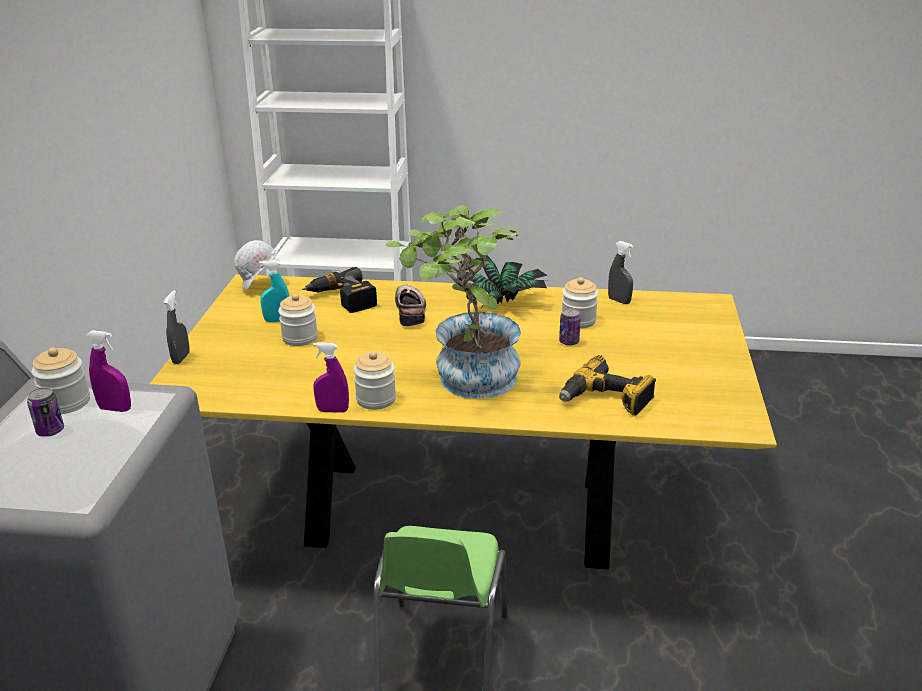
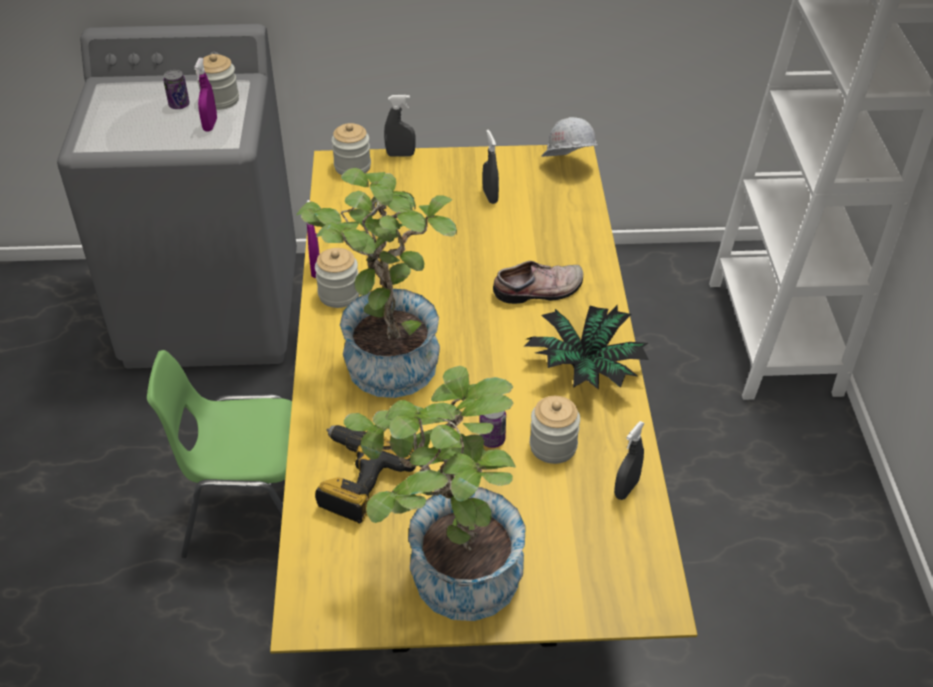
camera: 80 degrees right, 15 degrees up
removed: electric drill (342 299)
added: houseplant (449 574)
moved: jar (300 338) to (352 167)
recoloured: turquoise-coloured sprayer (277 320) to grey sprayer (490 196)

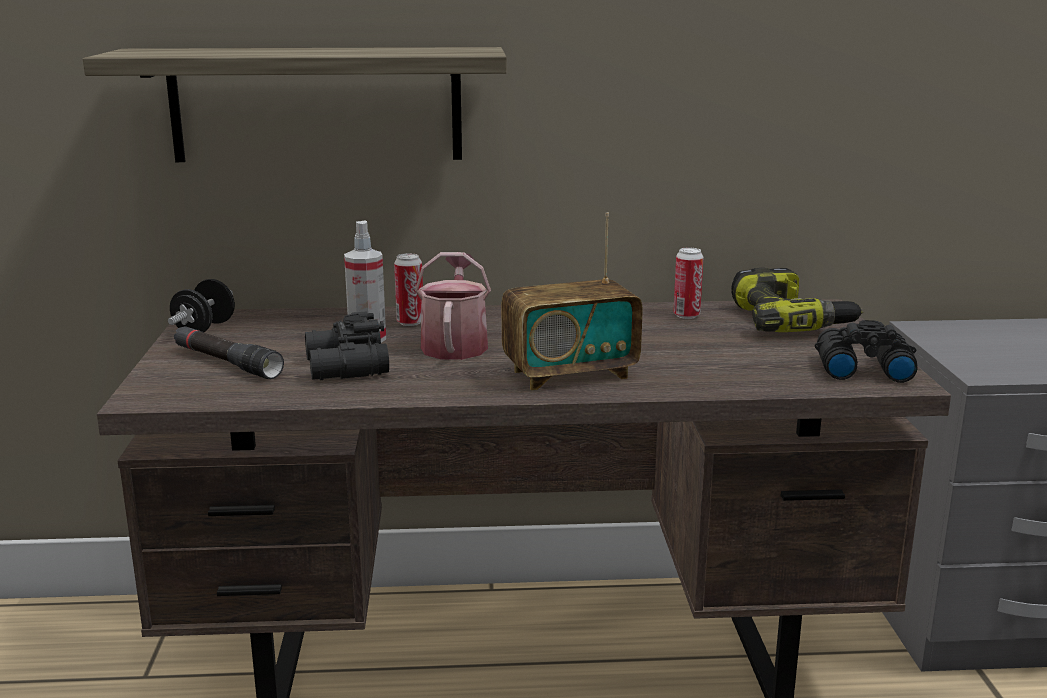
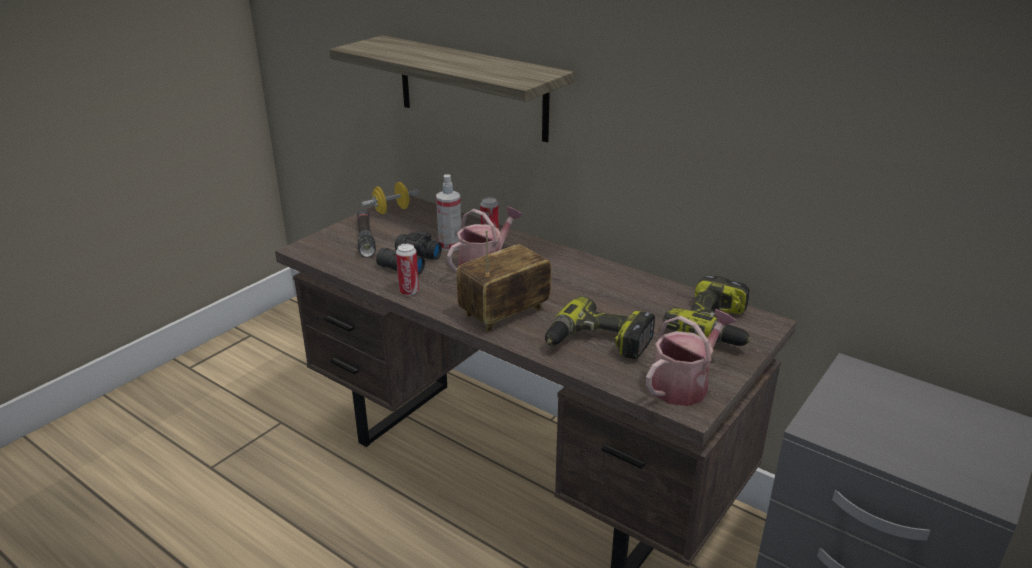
camera: 40 degrees right, 10 degrees up
added: electric drill (597 343)
moved: metal can (686 315) to (409 292)
replaced: blackish pair of binoculars (861 368) to watering pot (684 384)
recoloured: blackish dumbbell (204 329) to yellow-coloured dumbbell (391 210)
turned: radio (570 374) = (504 313) 120 degrees clockwise

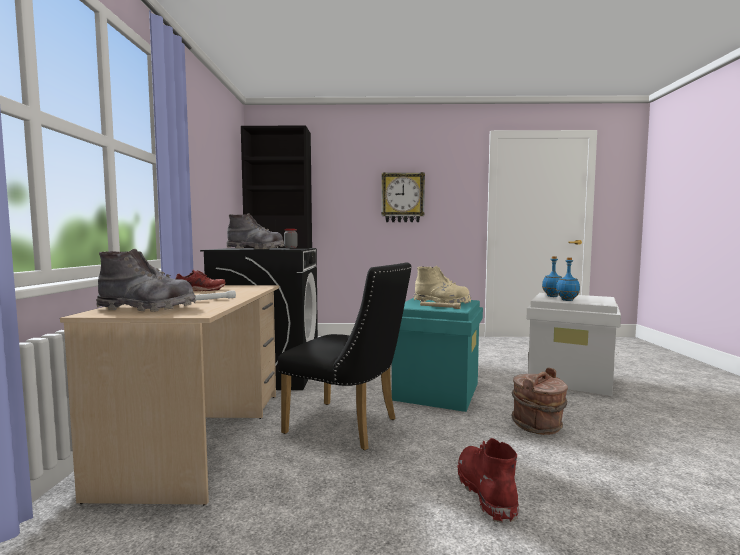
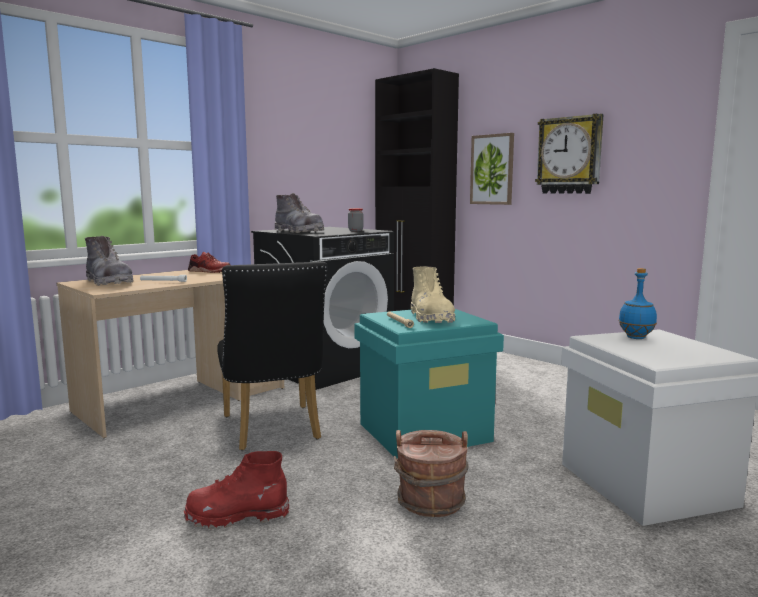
camera: 45 degrees right, 5 degrees up
removed: bluish drink bottle (567 300)
added: wall art (492 169)
turned: red high-top boot (486 492) = (237 516) 135 degrees counterclockwise

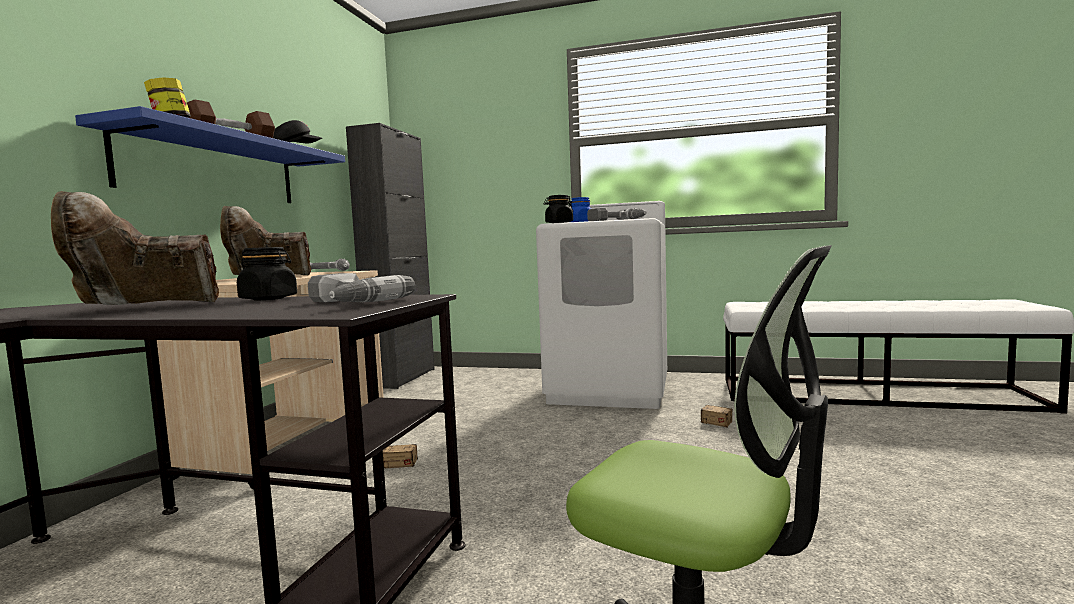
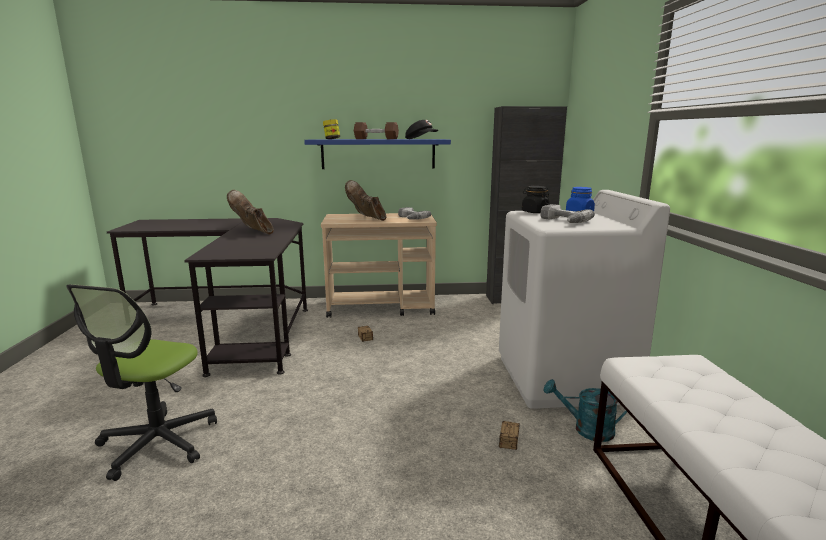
camera: 70 degrees right, 10 degrees up
removed: blackish jar (269 299); electric drill (347 303)
added: turquoise-coloured watering pot (586 429)

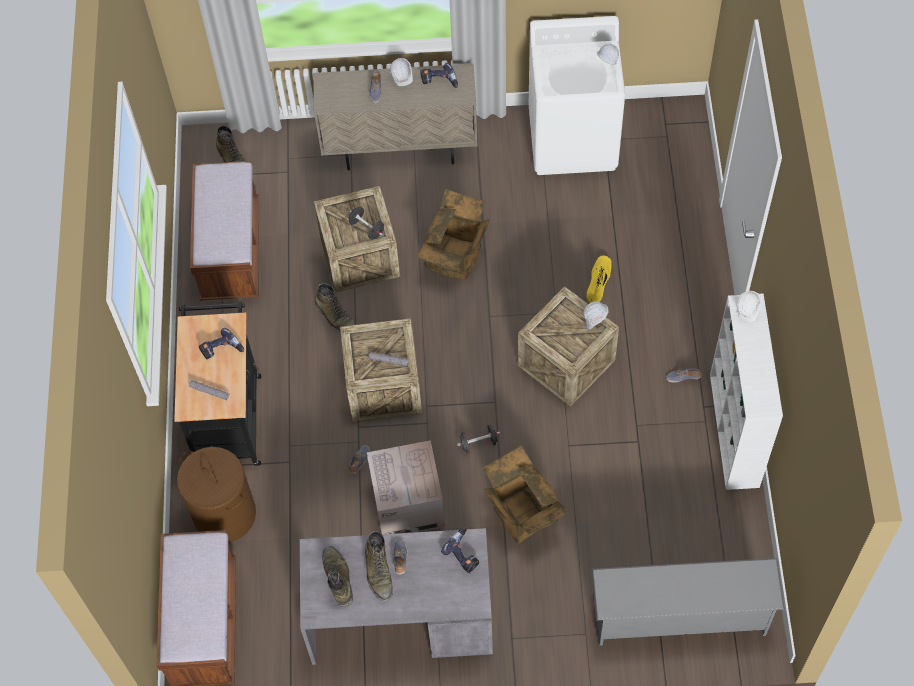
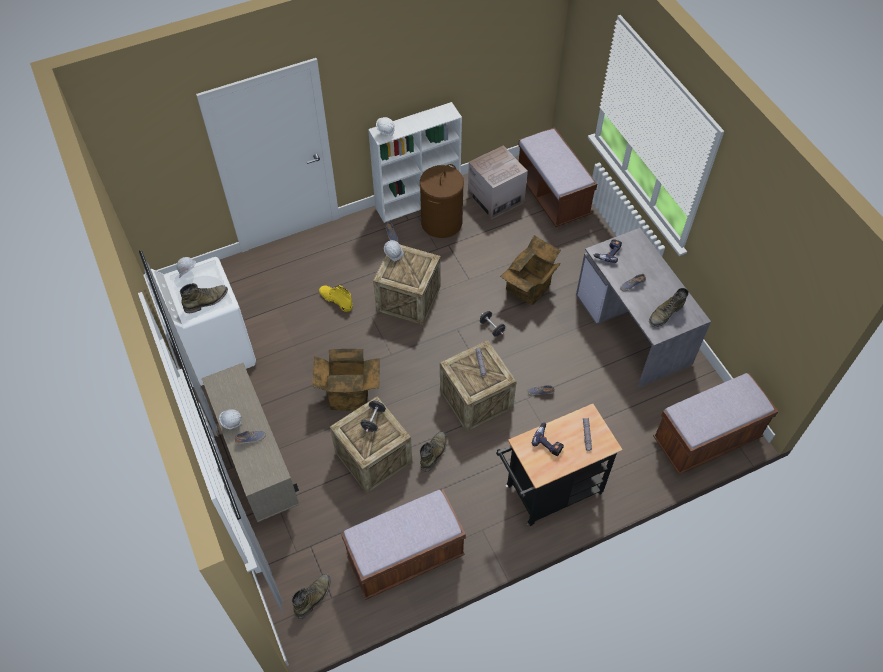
camera: 115 degrees left, 5 degrees down
removed: electric drill (439 81)
moved: brownish hamper (224 514) to (441 222); green high-top boot (378 572) to (206 301); packing box (408 504) to (495 198)
replaced: grey shoe shelf (679 618) to brownish bench (552 195)
turned: yellow-coloured high-top boot (599 281) = (335 299) 45 degrees clockwise

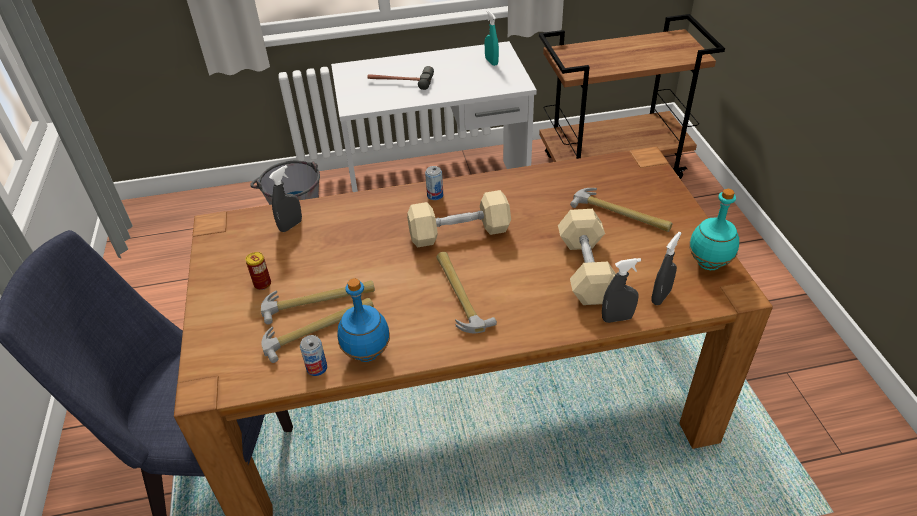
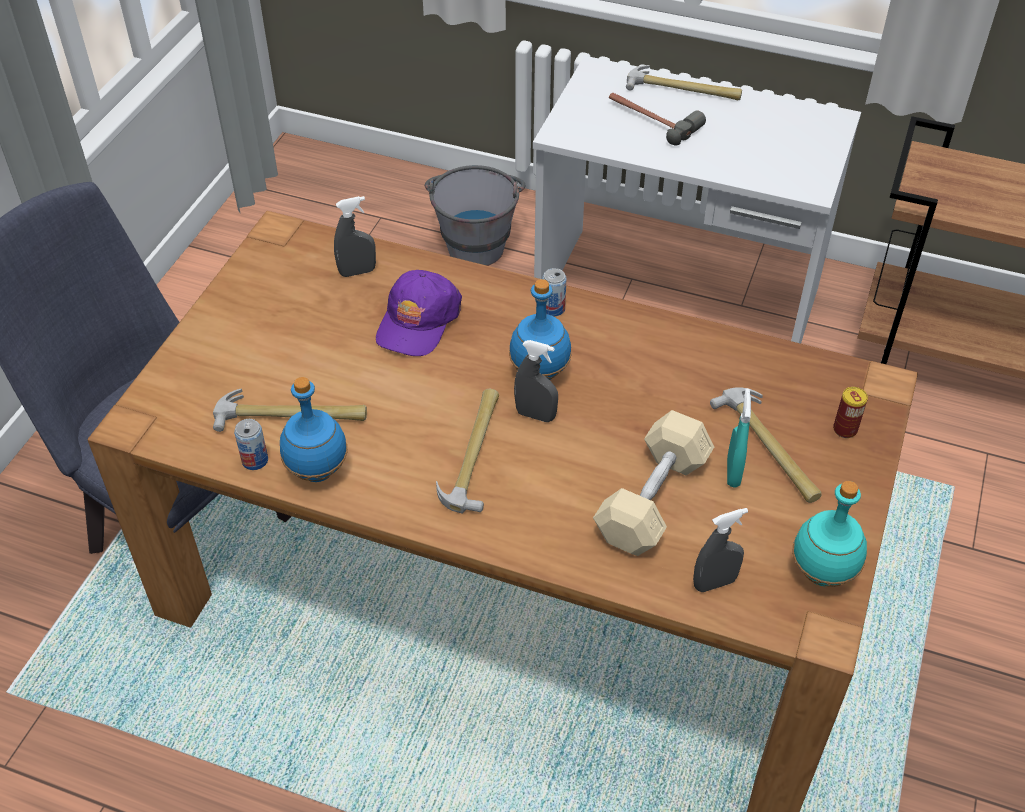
camera: 30 degrees right, 5 degrees up
added: purple baseball cap (418 321)
moved: metal can (262 284) to (845 429); tool hammer (319 301) to (683 90); turquoise-coloured sprayer (491 62) to (733 473); grey sprayer (617 318) to (535 415)
replaced: sand-coloured dumbbell (459 232) to bluish drink bottle (540 373)

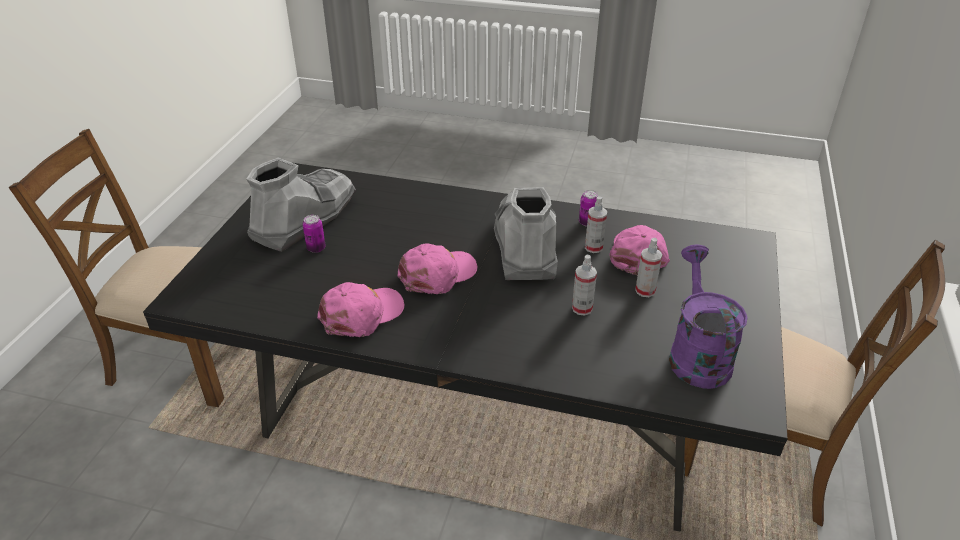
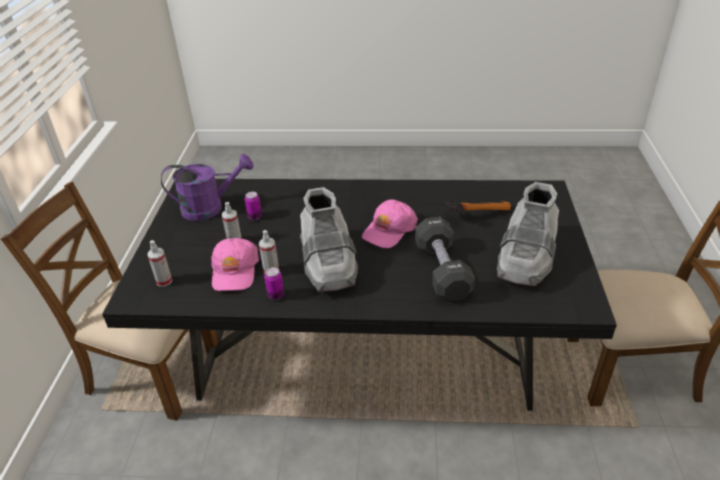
camera: 170 degrees right, 0 degrees up
removed: pink-coloured baseball cap (362 314)
added: blackish dumbbell (442 271); tool hammer (475 214)
moved: metal can (316 248) to (255 217); sprayer (582 308) to (164 281)
turned: purple watering pot (696 354) = (210 207) 90 degrees counterclockwise

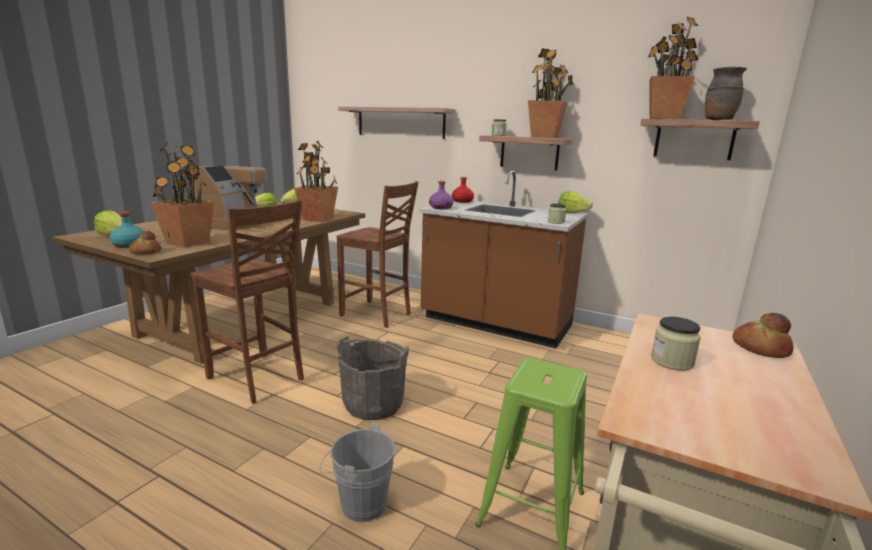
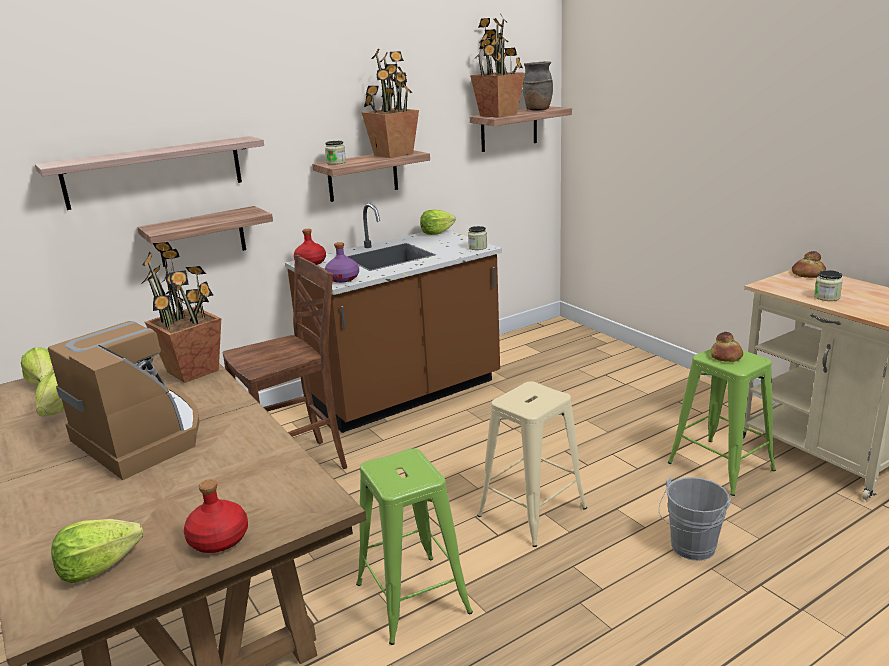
camera: 60 degrees left, 5 degrees up
removed: houseplant (188 242)
added: bracket shelf (201 237)
moved: bakery bread (145 252) to (726 356)
replaced: brownish chair (257 379) to green stool (412 597); grey bucket (373 403) to sand-coloured stool (531 512)
recoloured: turquoise-coloured drink bottle (129 245) to red drink bottle (218 539)

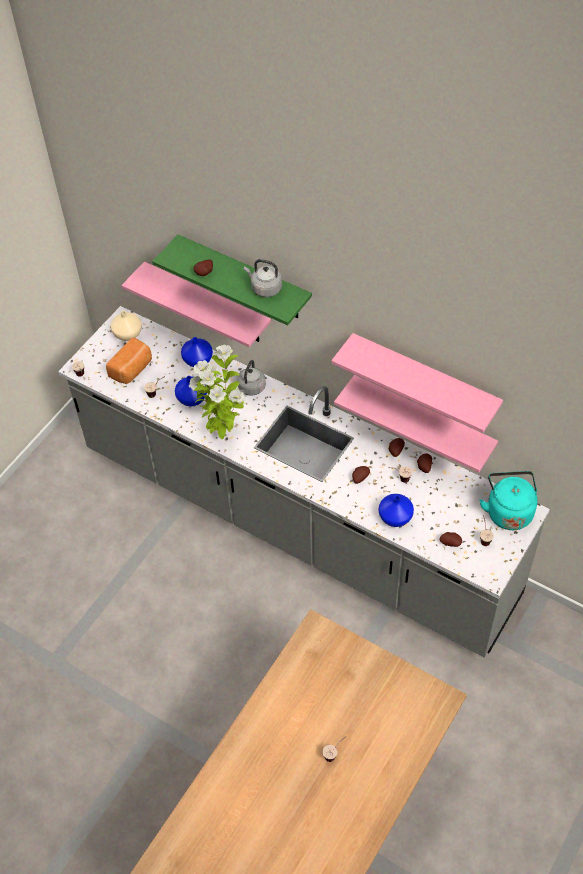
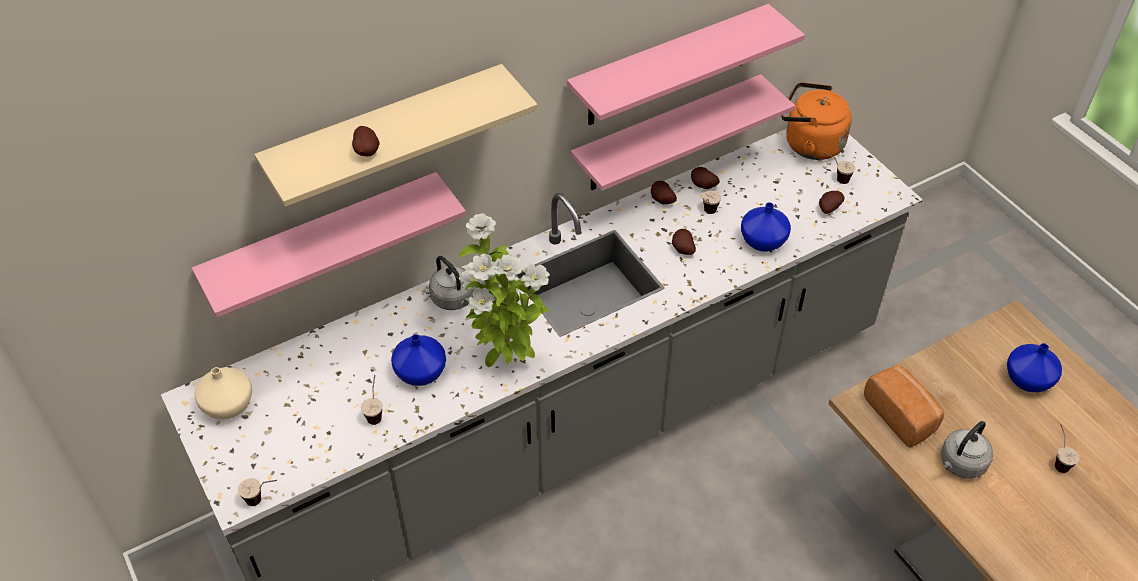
camera: 65 degrees left, 5 degrees down
moved: bakery bread (132 369) to (902 415); bluish flower vase (197 360) to (1027 380); grey kettle (265 288) to (960 464)
recoloured: green bracket shelf (244 278) to sand-coloured bracket shelf (387 135); turquoise-coloured kettle (508 511) to orange kettle (809 144)

